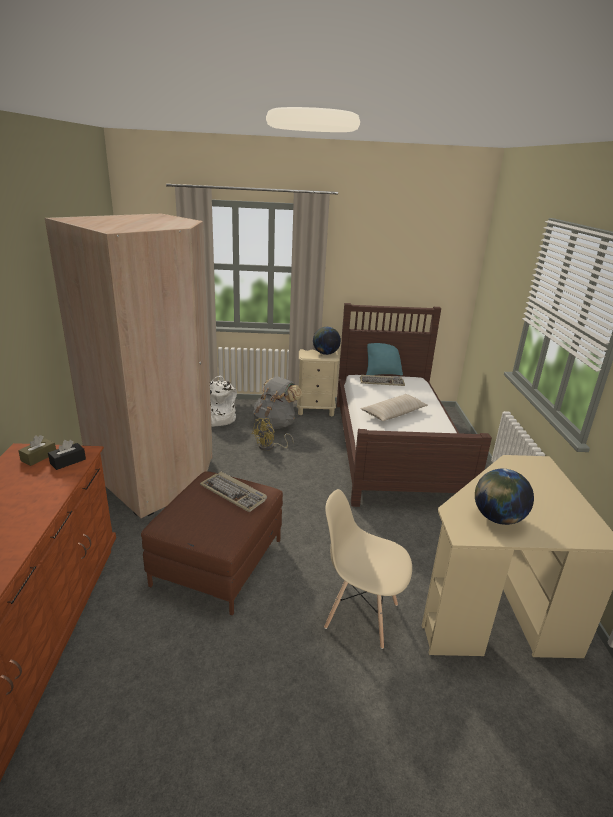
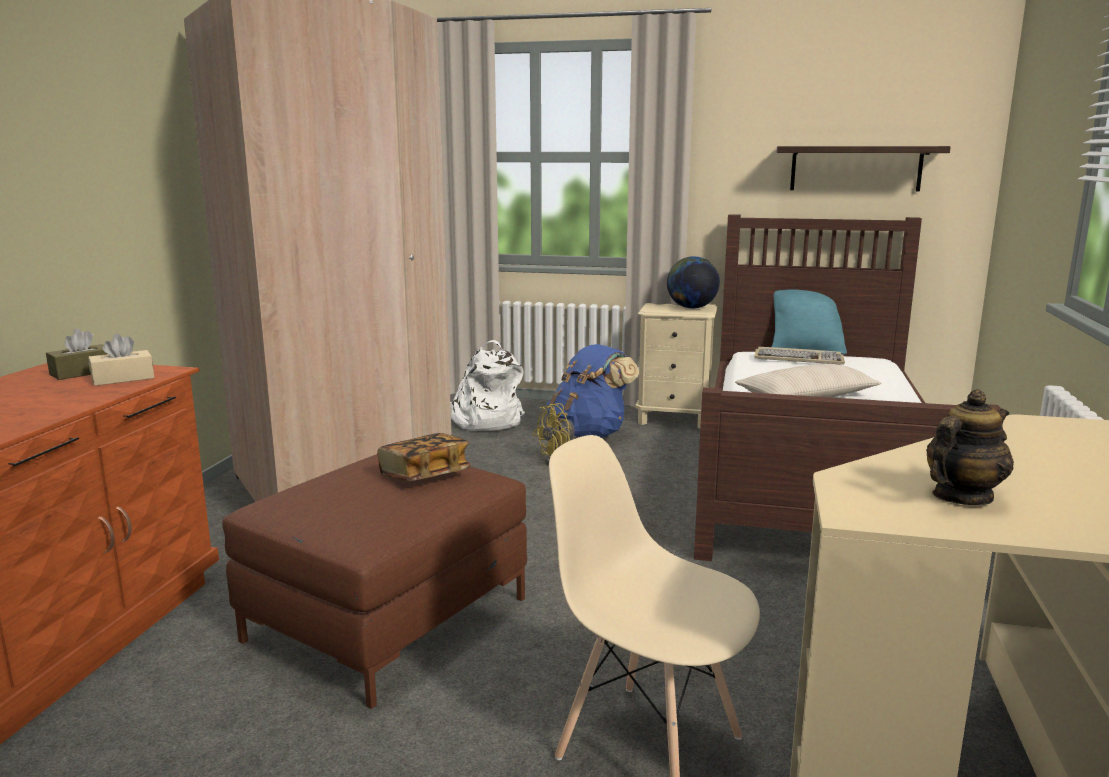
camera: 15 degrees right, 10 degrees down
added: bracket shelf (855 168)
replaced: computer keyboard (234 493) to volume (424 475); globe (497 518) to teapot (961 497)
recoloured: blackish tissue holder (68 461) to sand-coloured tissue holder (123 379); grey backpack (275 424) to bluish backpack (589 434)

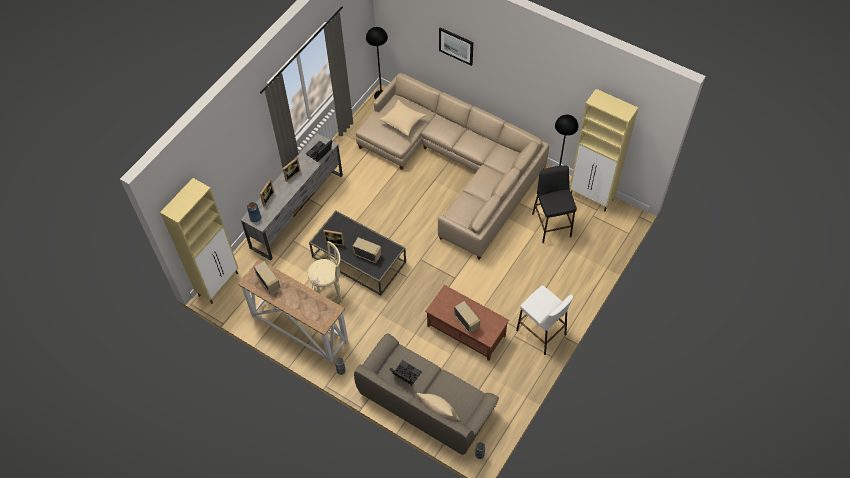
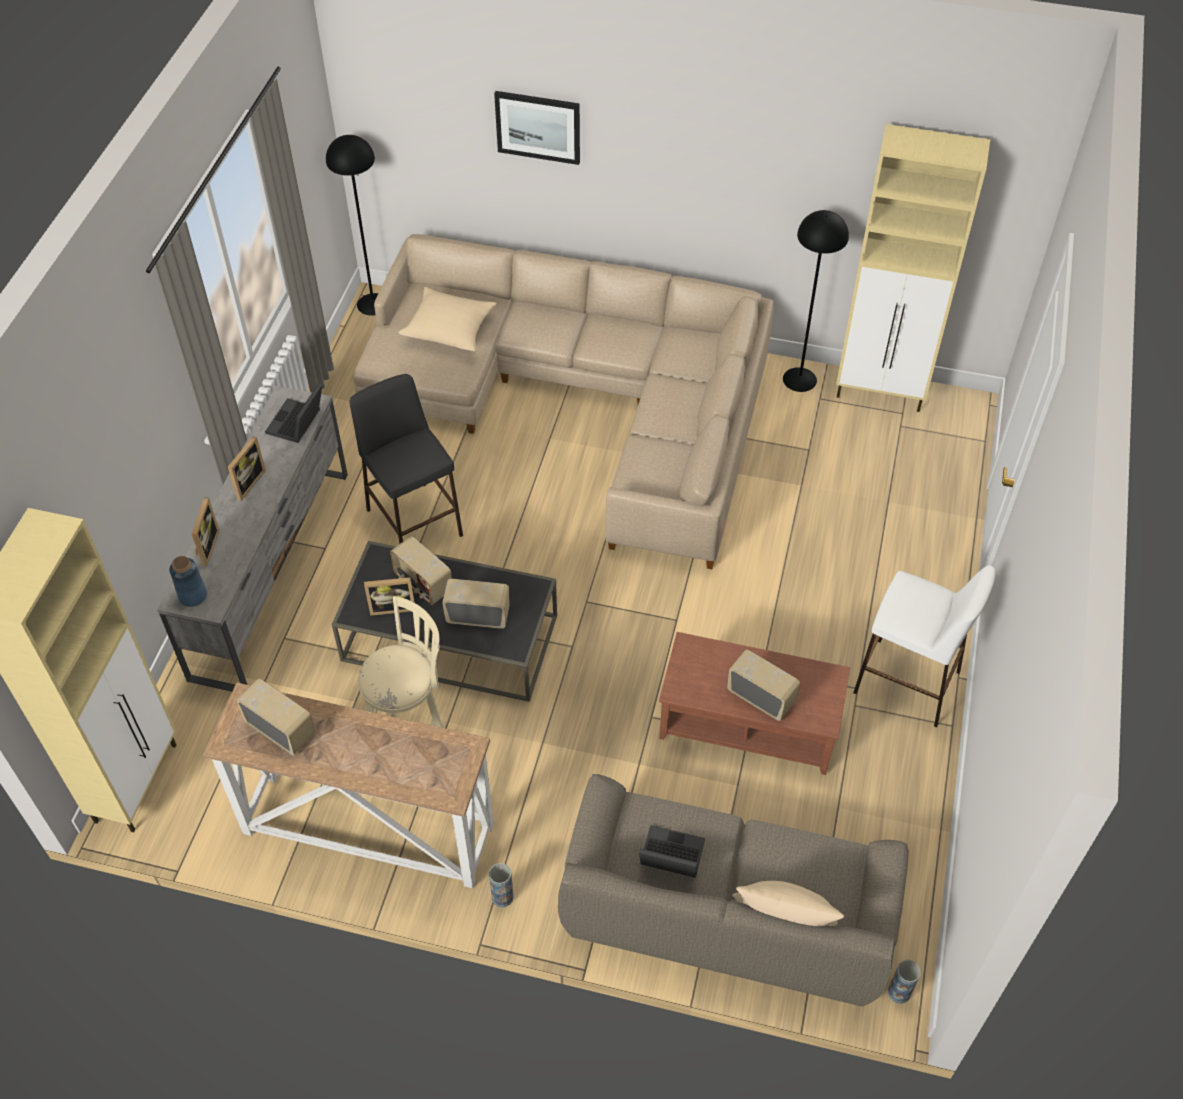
camera: 20 degrees left, 5 degrees down
added: radio (423 584)
moved: blackish stool (551 225) to (414 522)

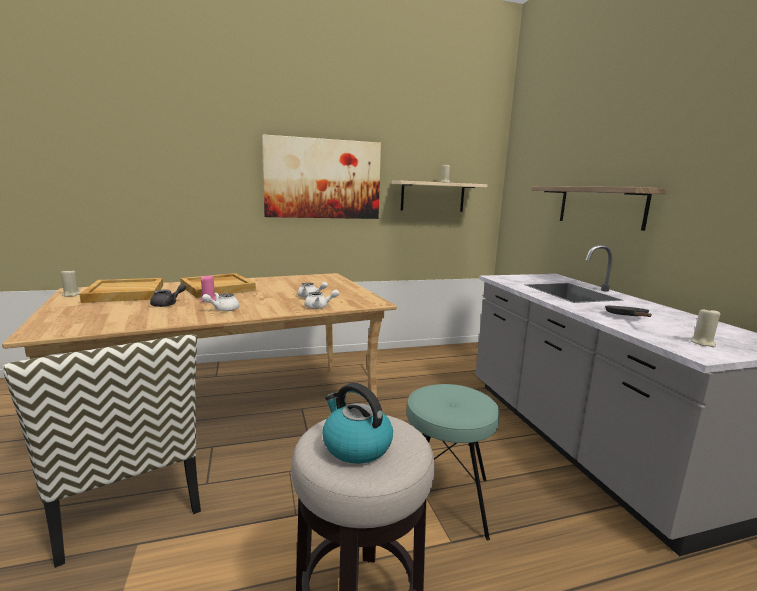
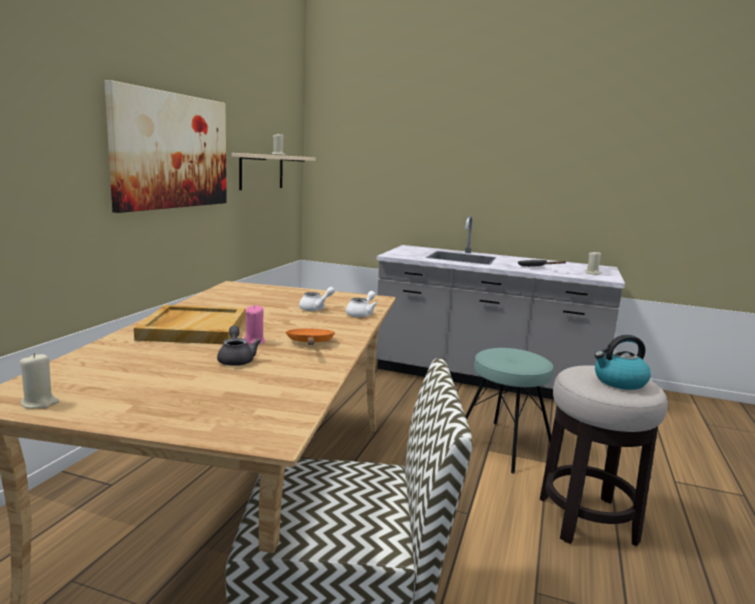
camera: 55 degrees left, 0 degrees up
removed: sand-coloured carrying tray (124 293); bracket shelf (600 206)
replaced: whitish teapot (222 309) to orange skillet (310 343)

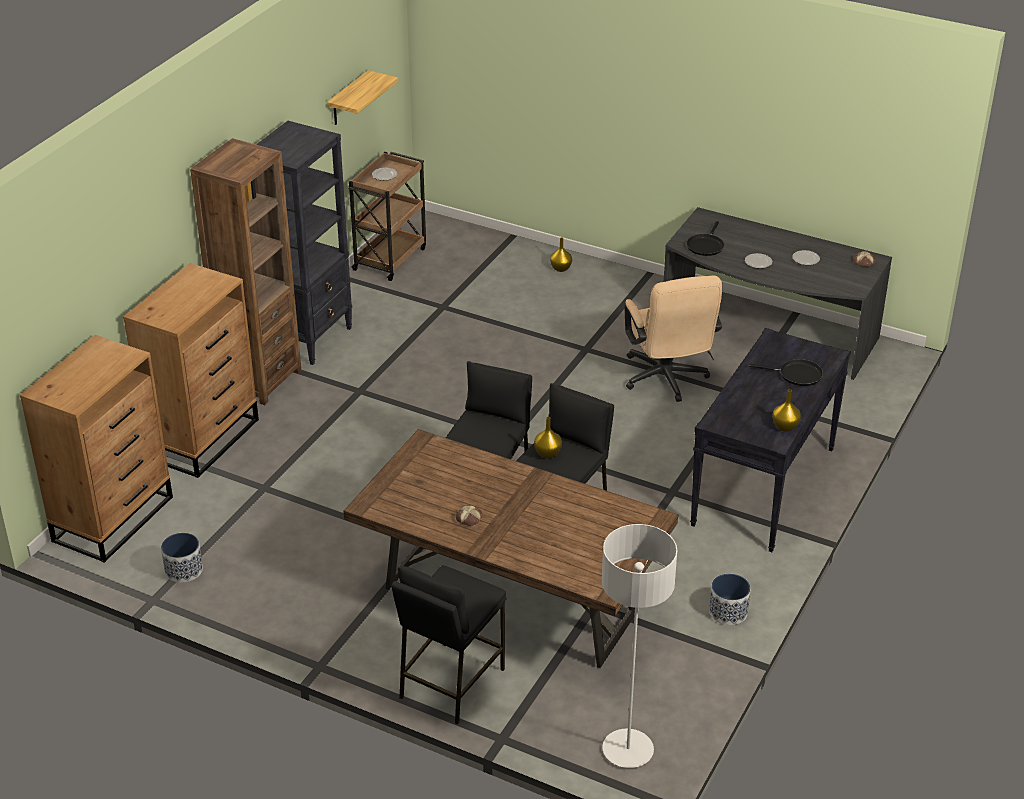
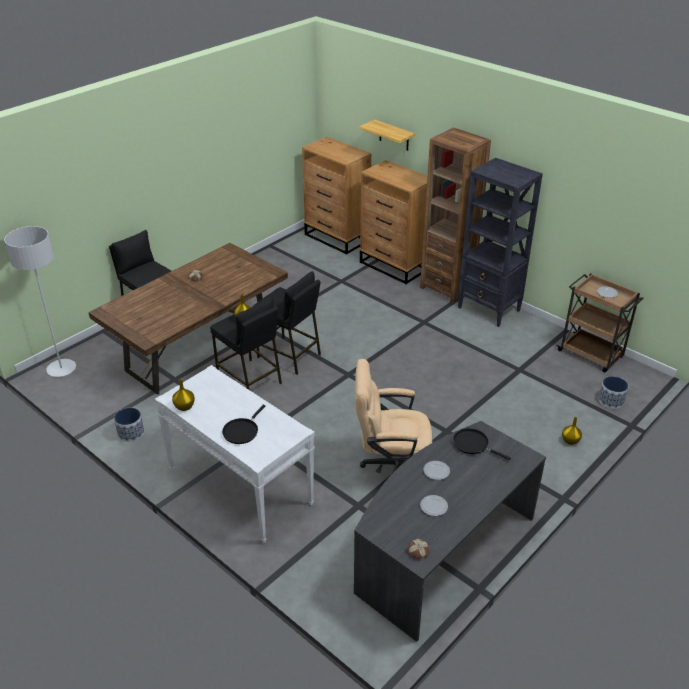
camera: 105 degrees right, 0 degrees up
moved: flower pot (183 570) to (611 401); bracket shelf (348 99) to (394 135)
recoloured: blackish console table (764 487) to whitish console table (239 486)

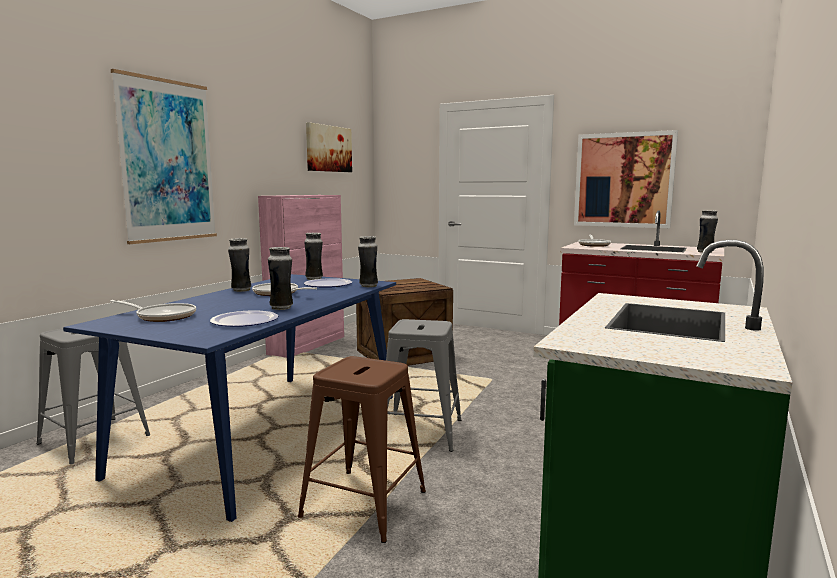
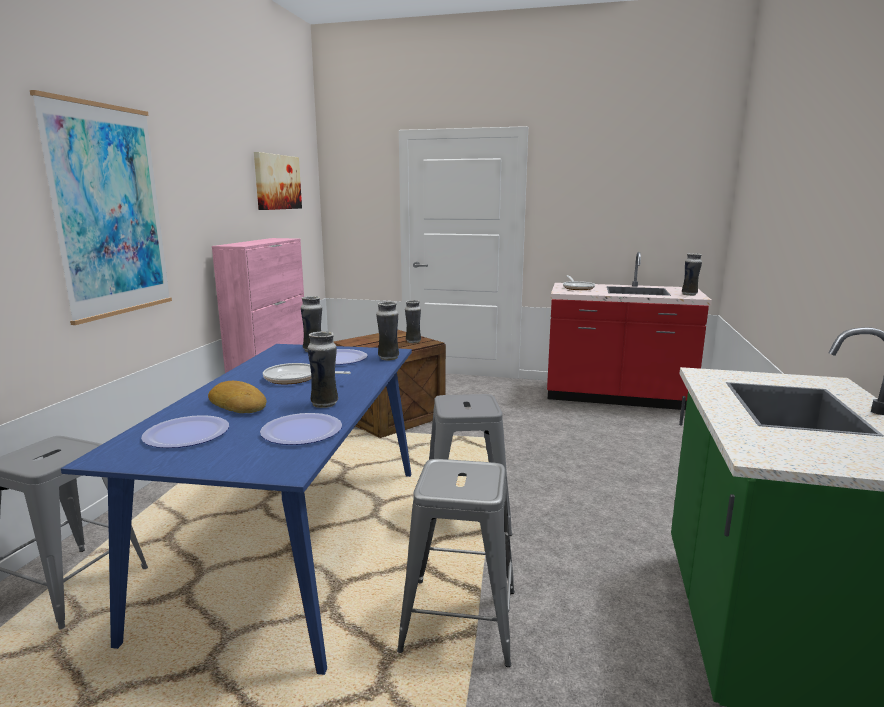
camera: 15 degrees left, 5 degrees up
removed: wall art (623 180)
added: bakery bread (239 404)
moved: flower vase (241 290) to (413 342)
replaced: skillet (162 316) to dinner plate (186 434)
recoloured: brownish stool (364 504) to grey stool (459 620)

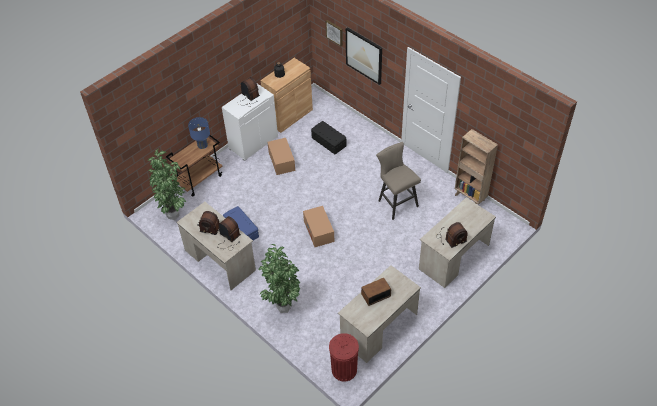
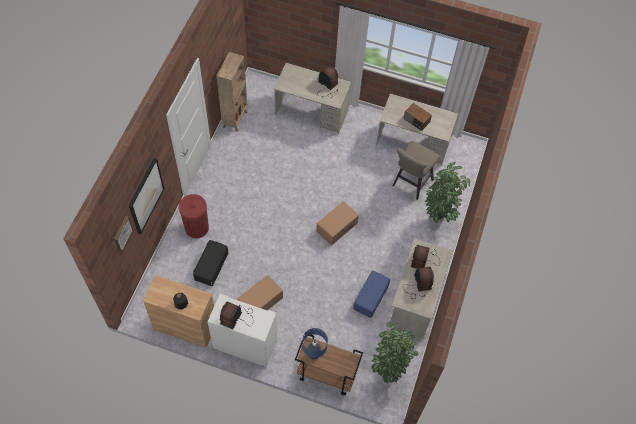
camera: 120 degrees left, 10 degrees up
moved: red trash can (344 370) to (196 228); sand-coloured stool (396 202) to (410 184)

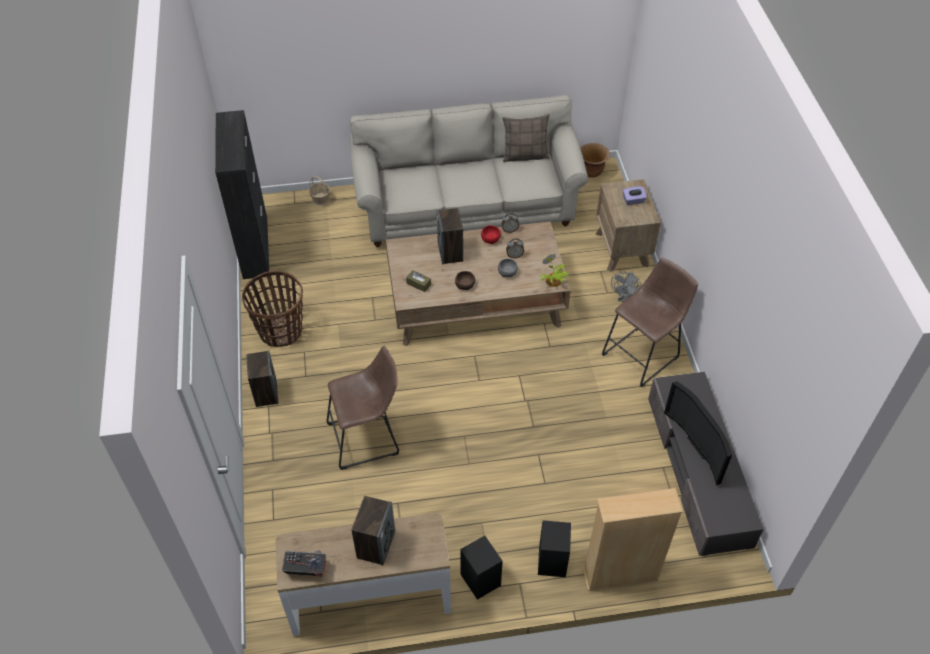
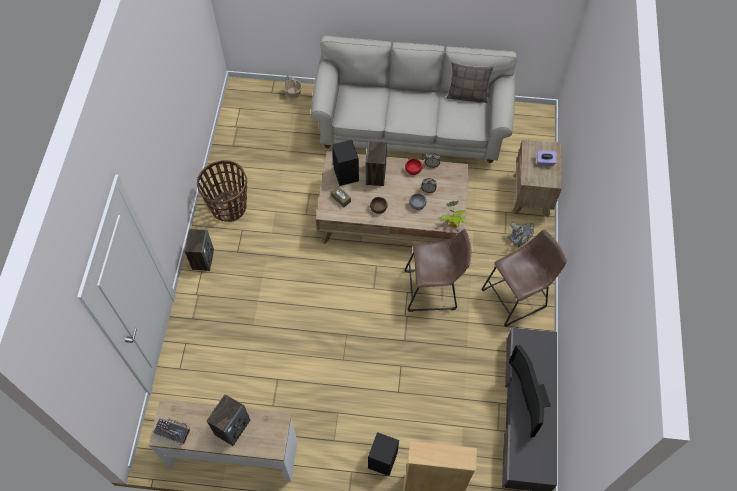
camera: 15 degrees right, 10 degrees up
removed: blackish cabinet (255 247); brownish flower pot (591 172)
moved: brownish stool (367 438) to (434 290); blackish speaker (481 580) to (346 175)
turned: grey electric fan (624 298) = (518 242) 75 degrees counterclockwise

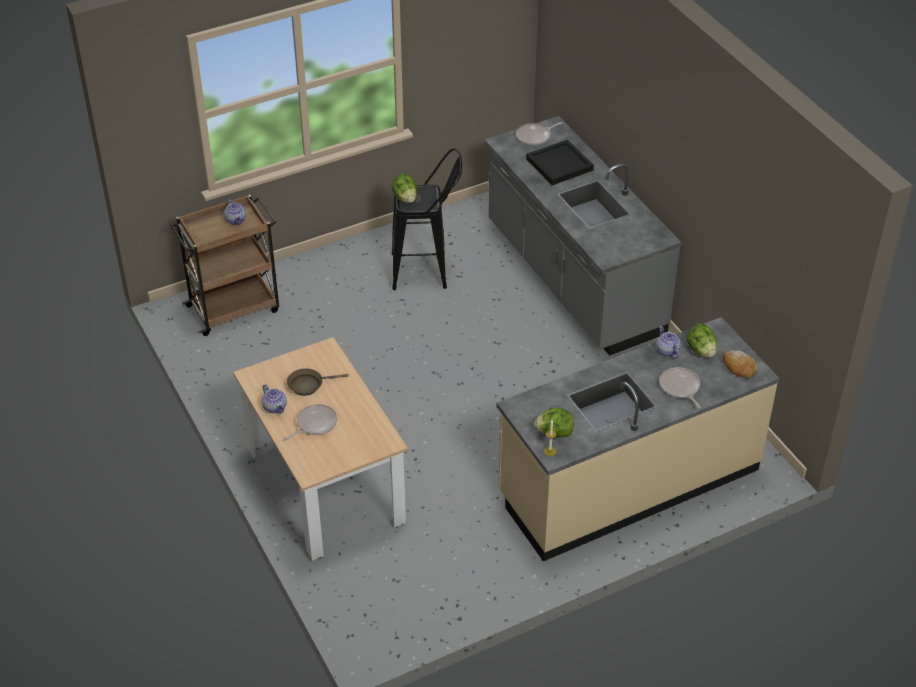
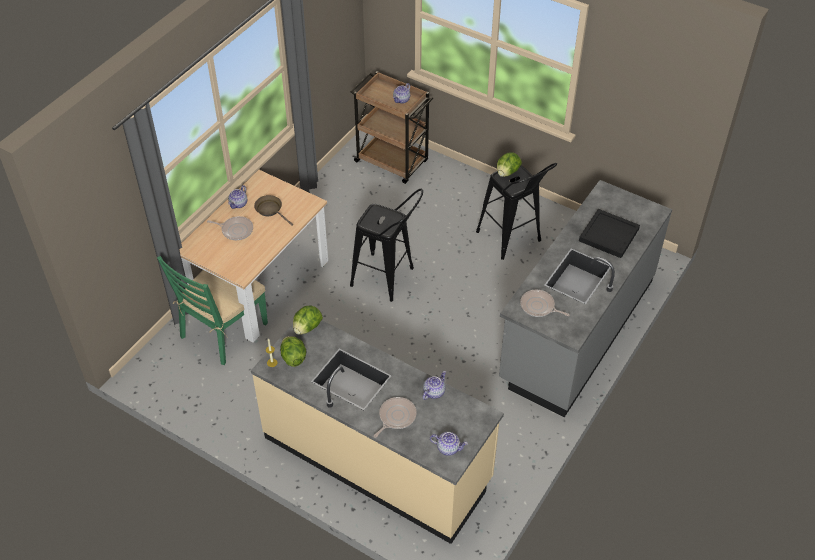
camera: 60 degrees right, 5 degrees up
added: green chair (223 331); blackish stool (388 280)
moved: skillet (535 137) to (539 307); lettuce head (701 350) to (307 327)
replaced: bakery bread (738 367) to teapot (448 448)

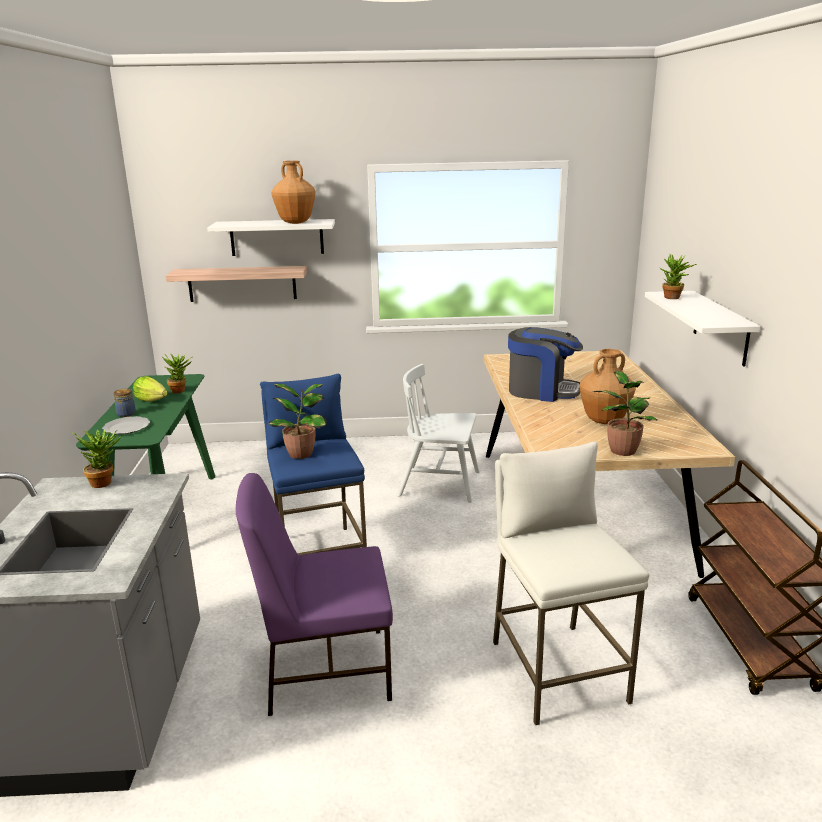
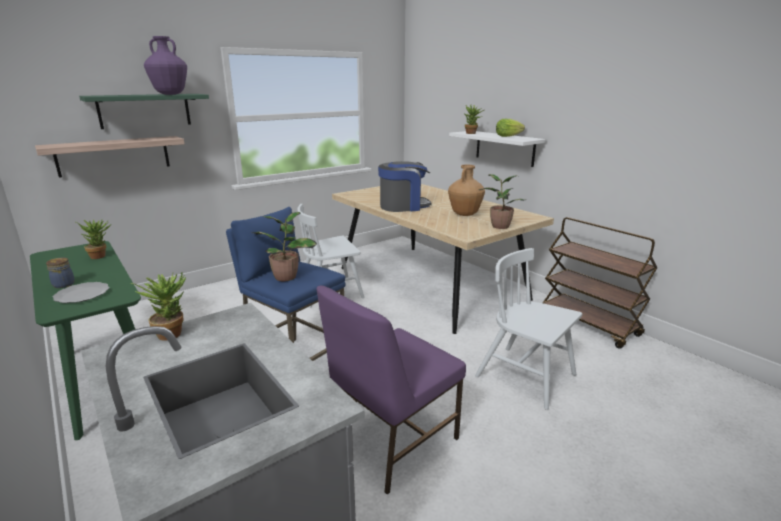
camera: 35 degrees left, 0 degrees up
moved: lettuce head (151 400) to (507 136)
replaced: whitish stool (556 671) to whitish chair (526 376)
recoloured: whitish bracket shelf (277 237) to green bracket shelf (145 110); brownish flower vase (296 223) to purple flower vase (170 94)

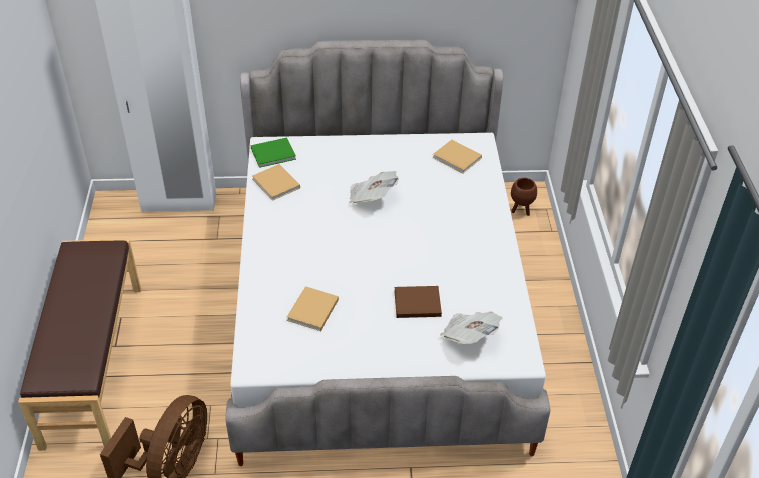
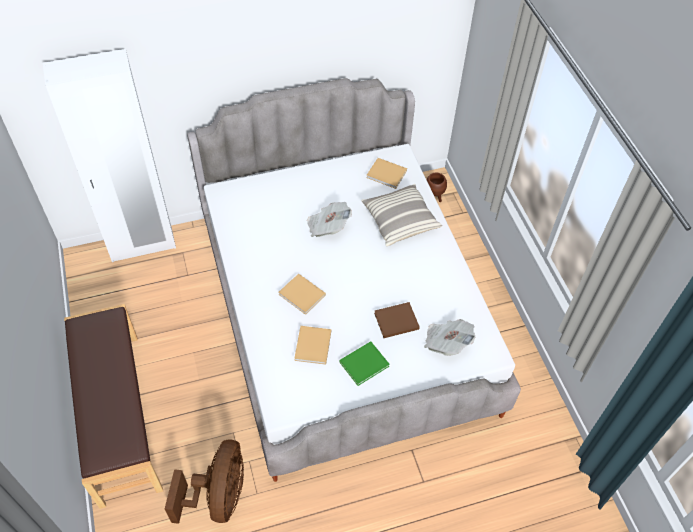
camera: 15 degrees left, 10 degrees up
added: cushion (399 221)
moved: green volume (274 153) to (365 363); sand-coloured volume (276 184) to (303 295)

